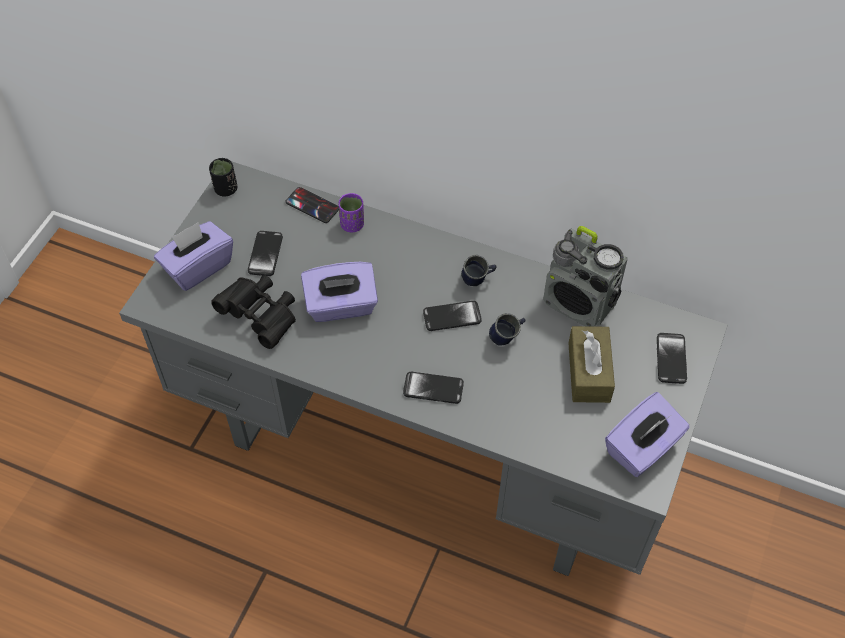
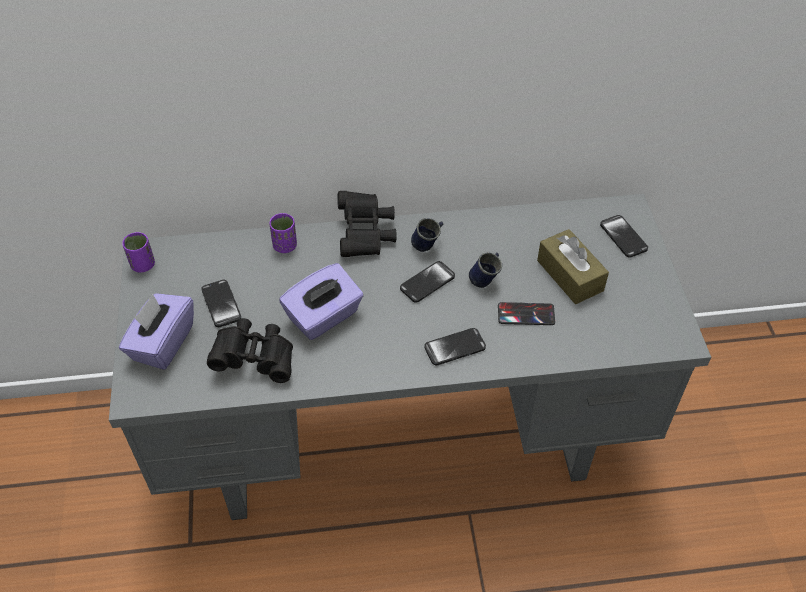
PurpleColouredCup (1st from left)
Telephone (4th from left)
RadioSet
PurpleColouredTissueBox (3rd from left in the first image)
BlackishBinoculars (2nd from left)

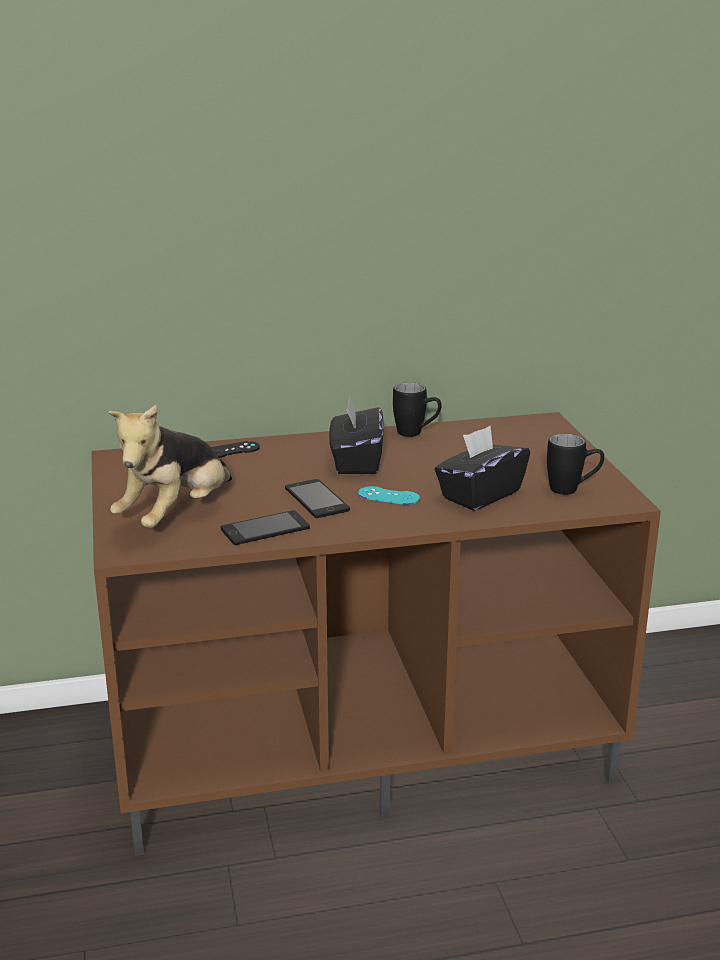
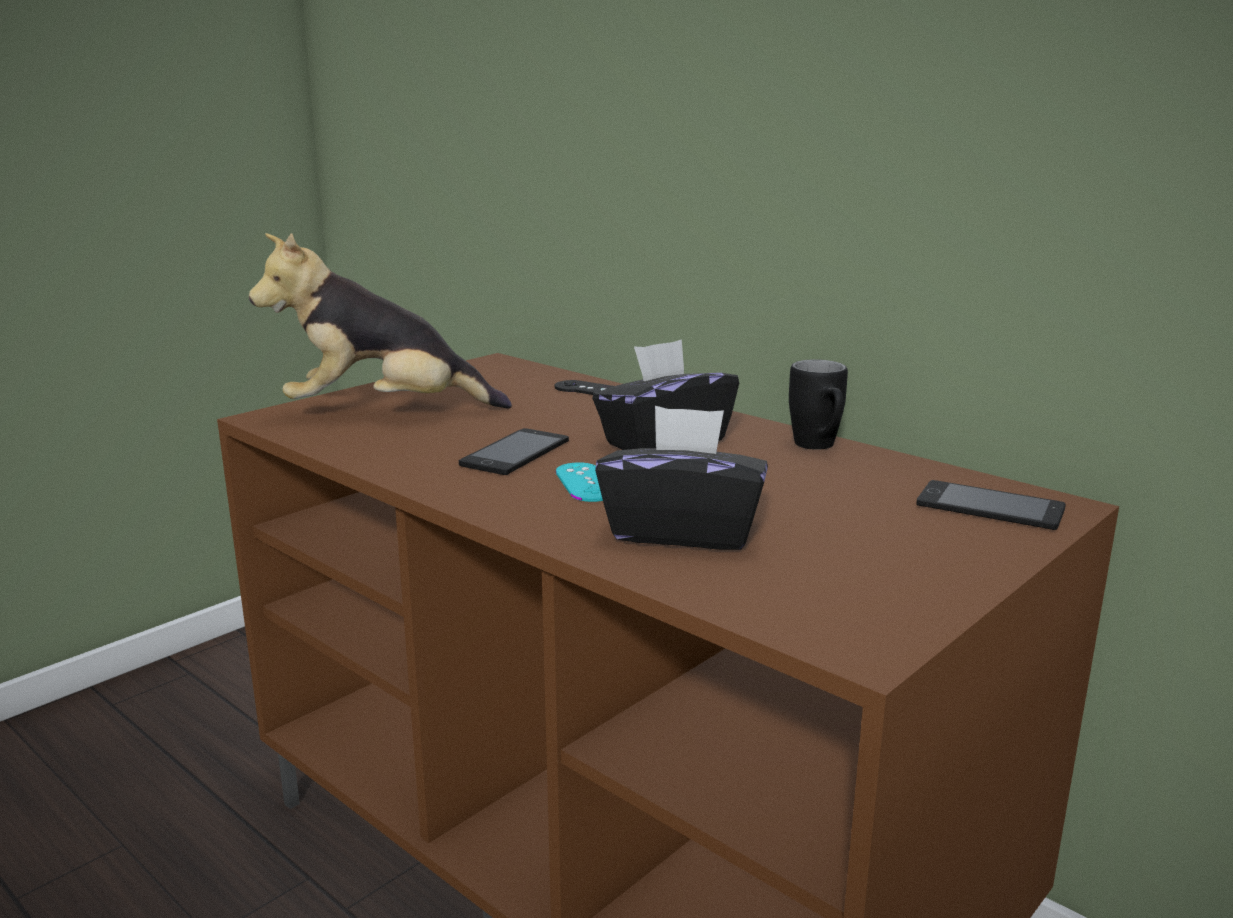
Telephone (2nd from left)
BlackishTeaMug (2nd from left in the first image)

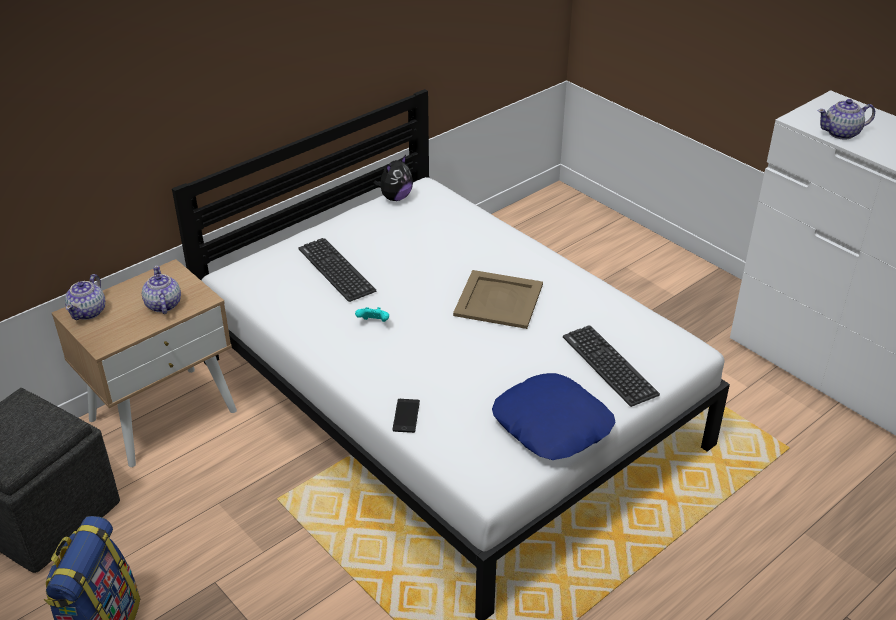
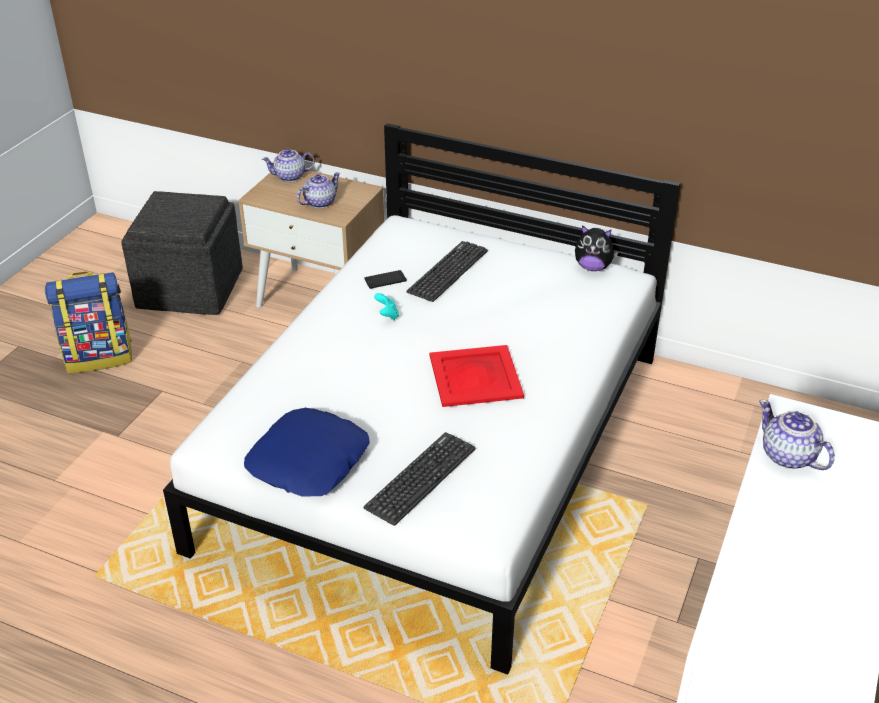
Telephone
RedServingTray

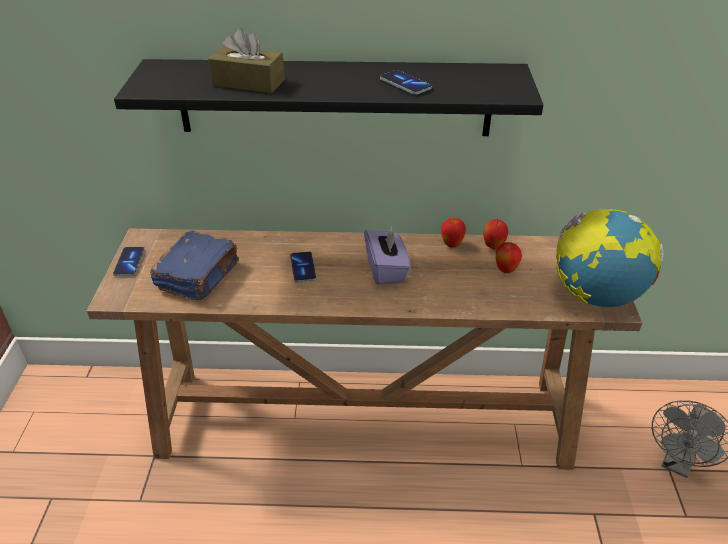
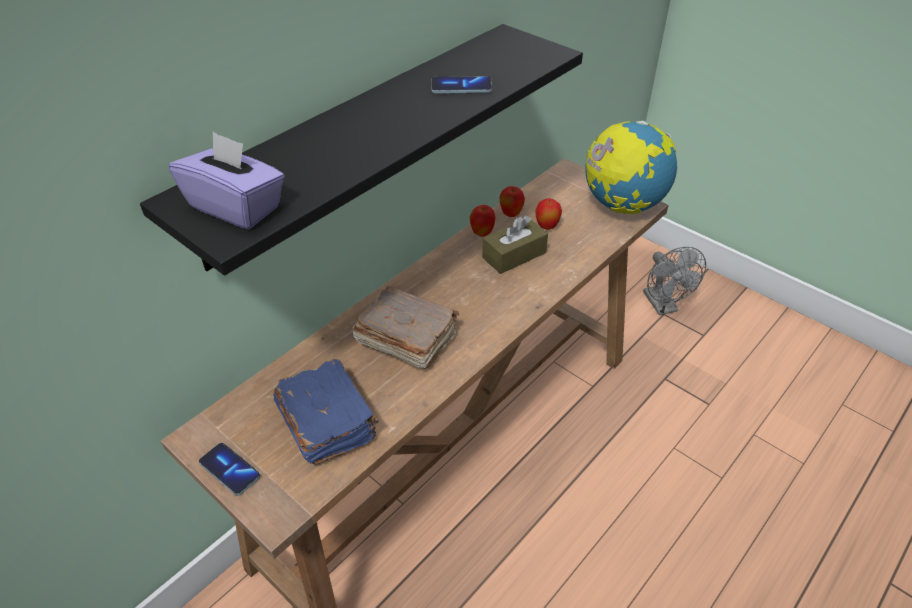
BrownColouredTissueBox
BrownColouredBook
PurpleColouredTissueBox

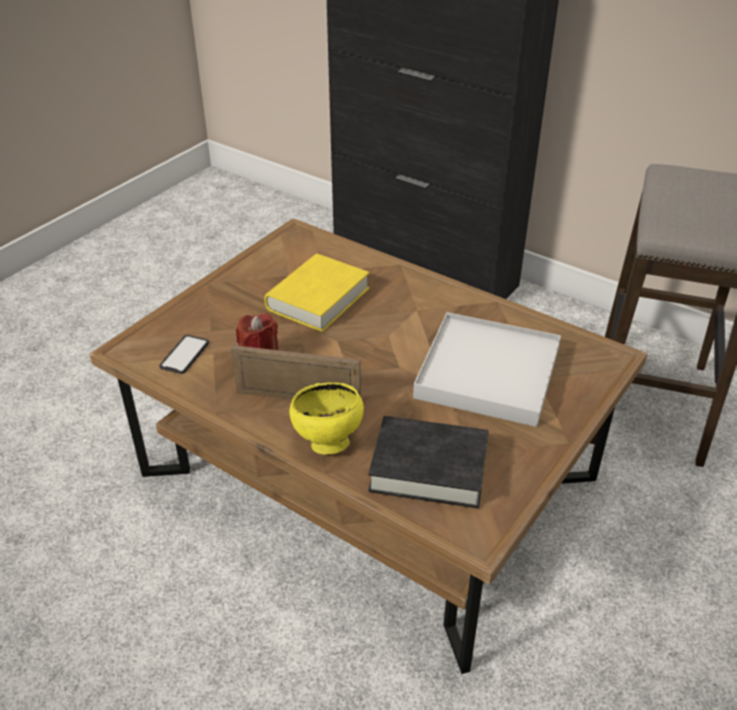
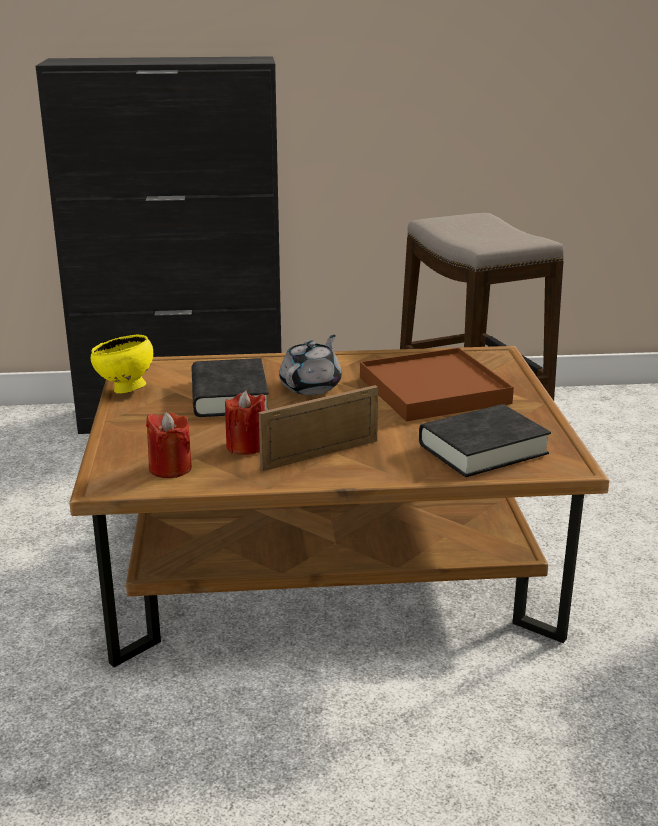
RedWaxLight (1st from left)
BlackishBook (1st from left)
YellowColouredDeepDish
BrownColouredServingTray
GreyPotForTea

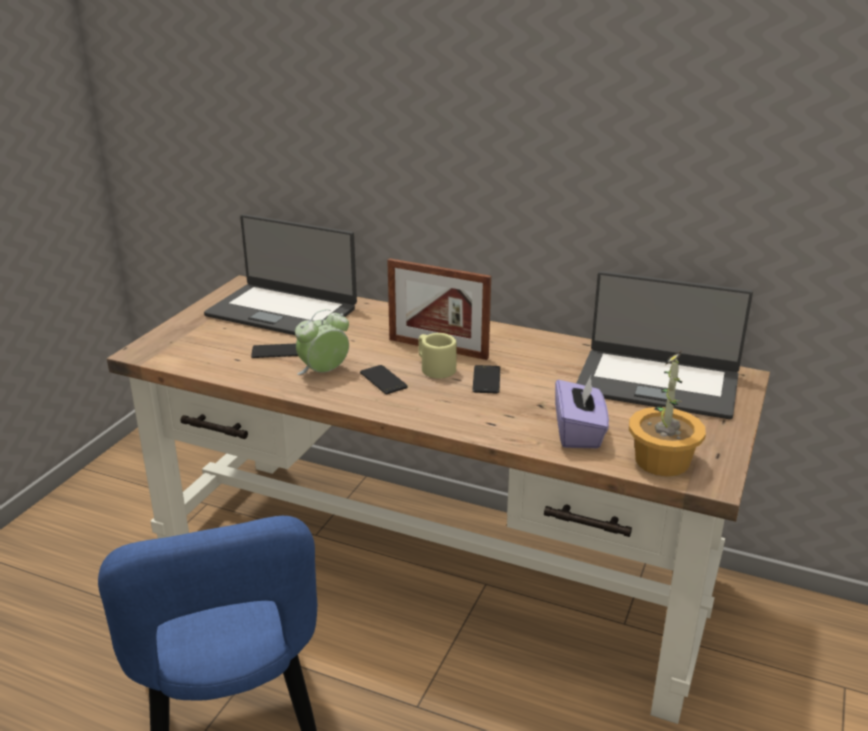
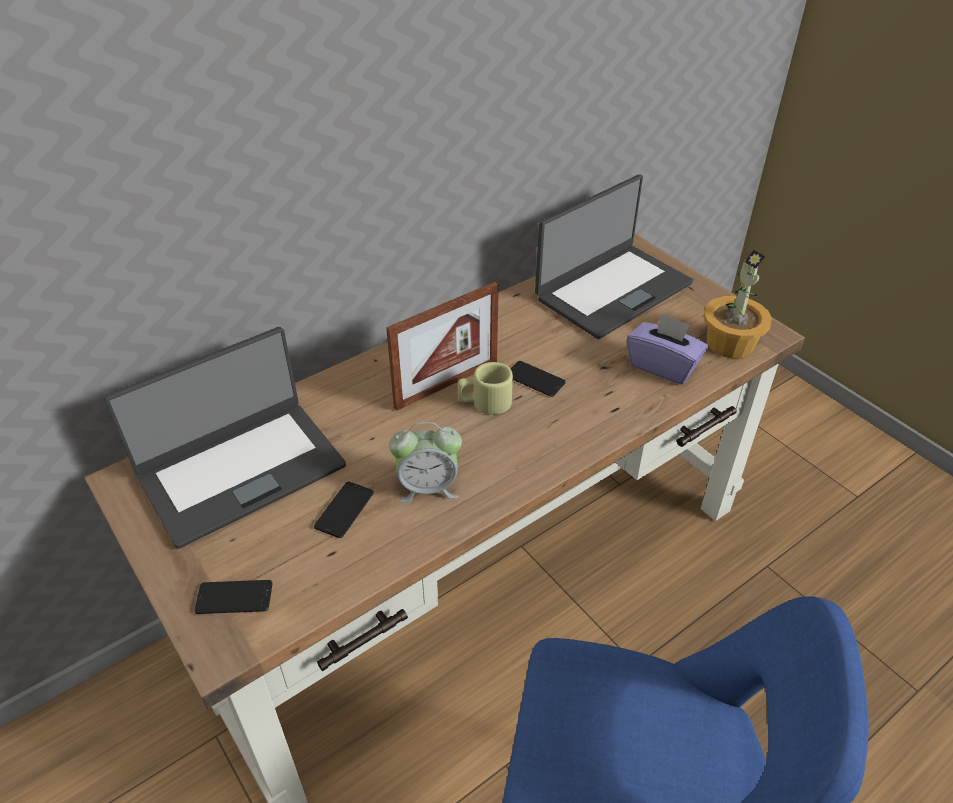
BedsideClock
Telephone (1st from left)

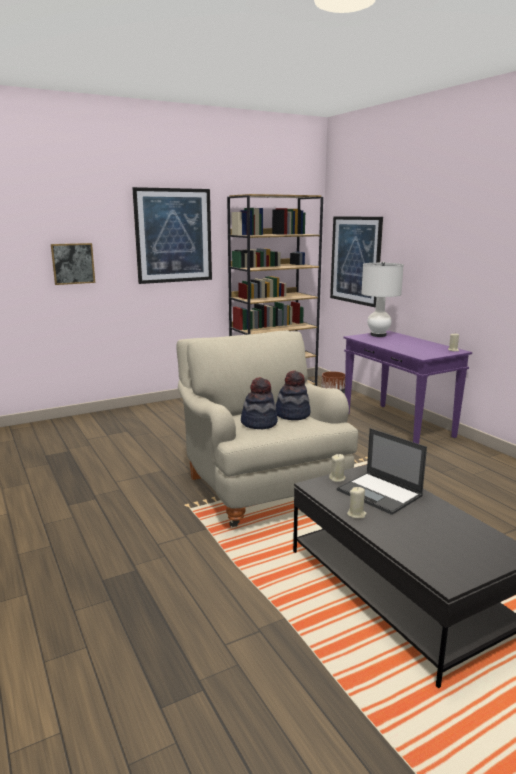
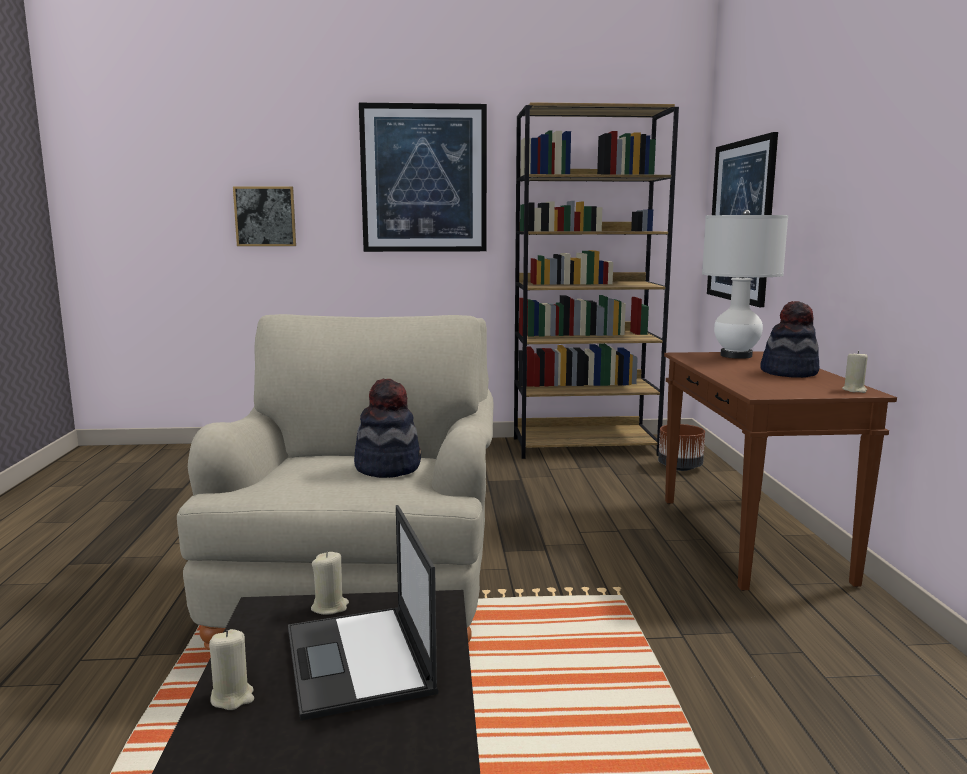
WearableHat (2nd from left)
BrownColouredHallTable

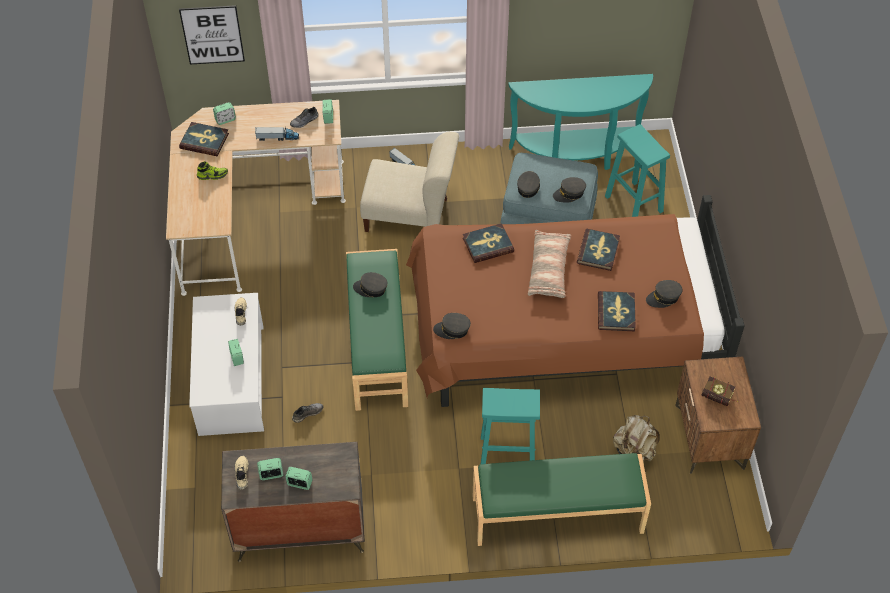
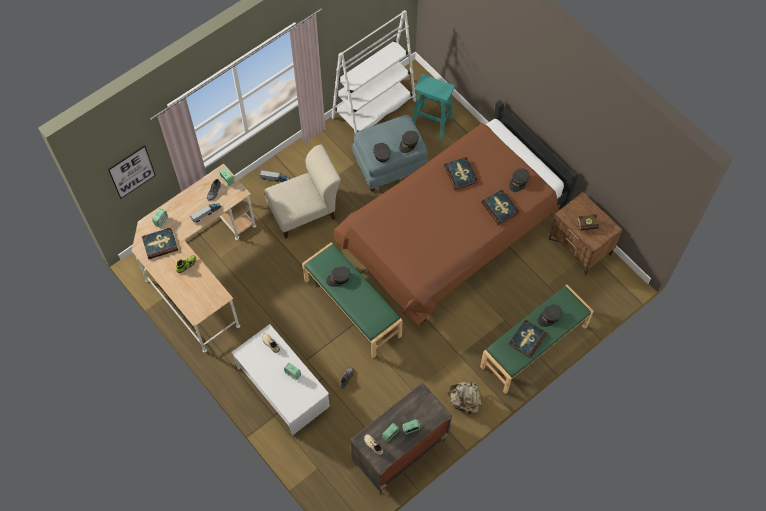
GreyBaseballCap (5th from left)
Book (4th from left)
TurquoiseStoolSeat (1st from left in the first image)
WhiteColouredBookcase
Pillow
BeigeBackpack

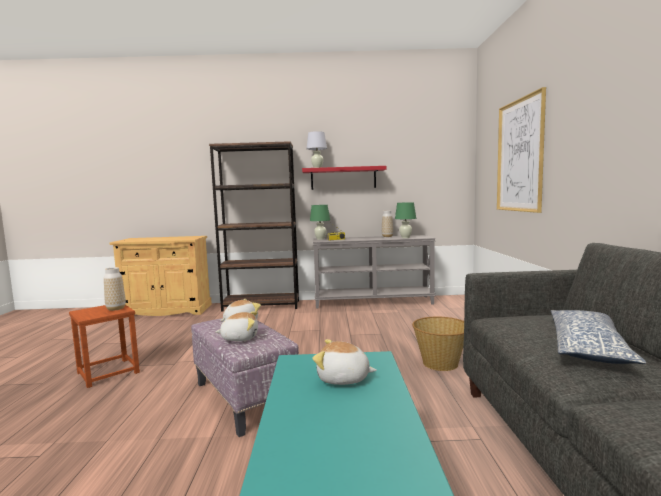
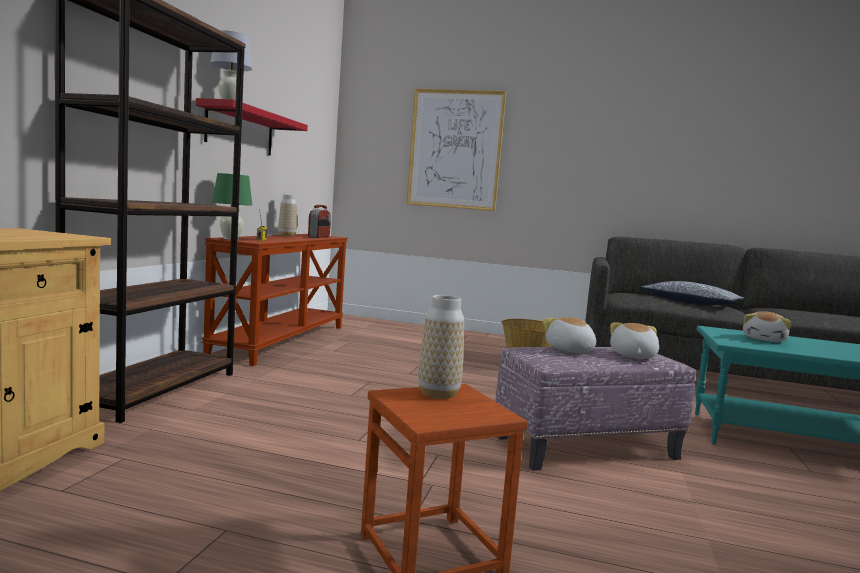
BrownColouredHallTable
RadioSet (2nd from left)

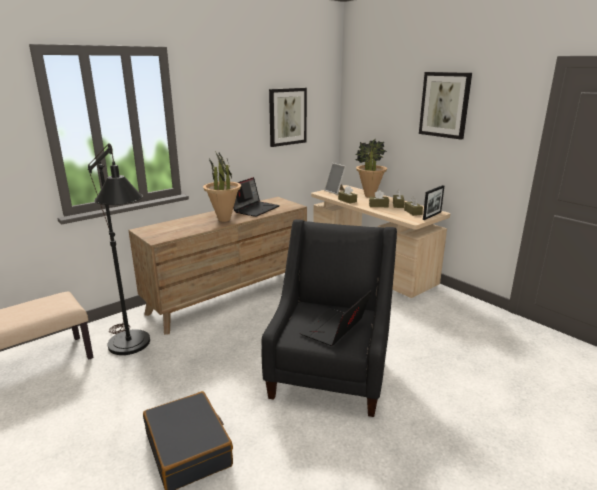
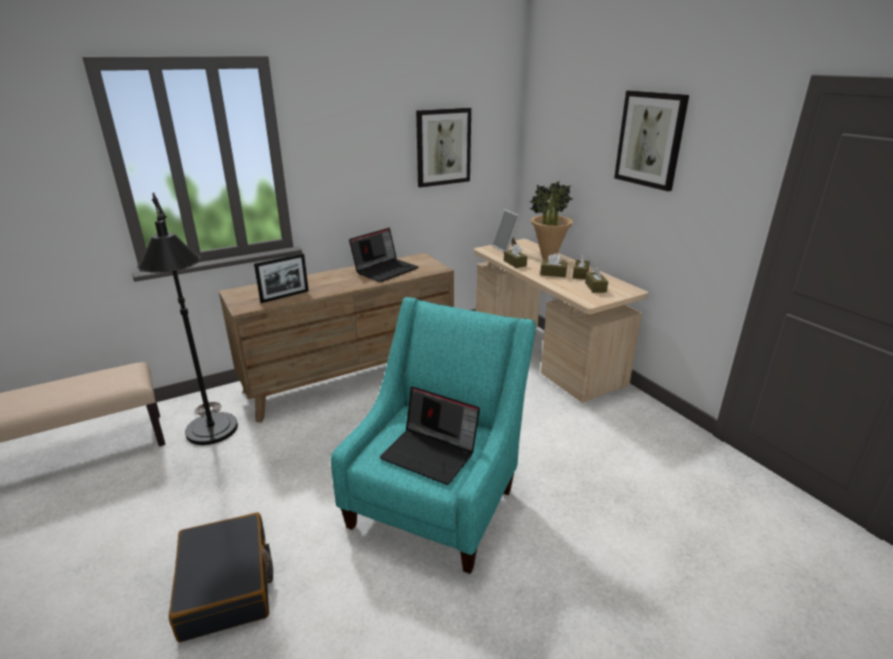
Houseplant (1st from left in the first image)
TurquoiseLoungeChair
NotebookComputer (2nd from left)
PhotoFrame (1st from left)

